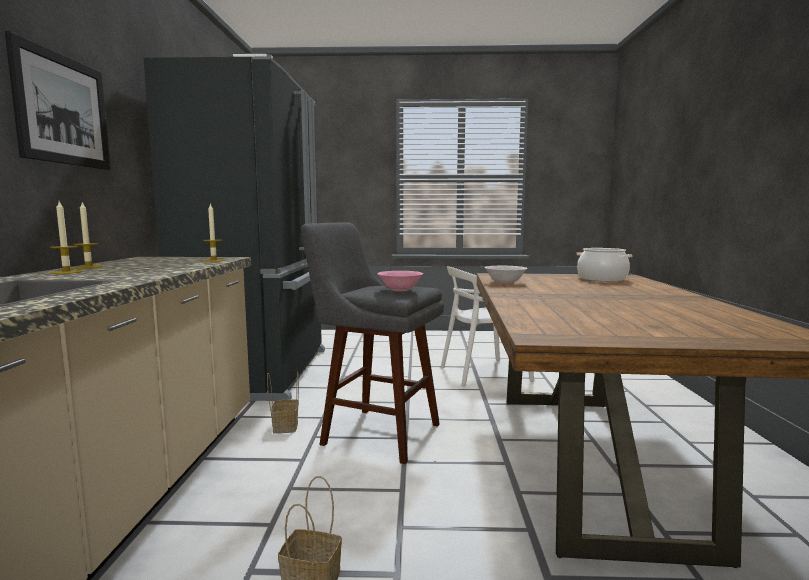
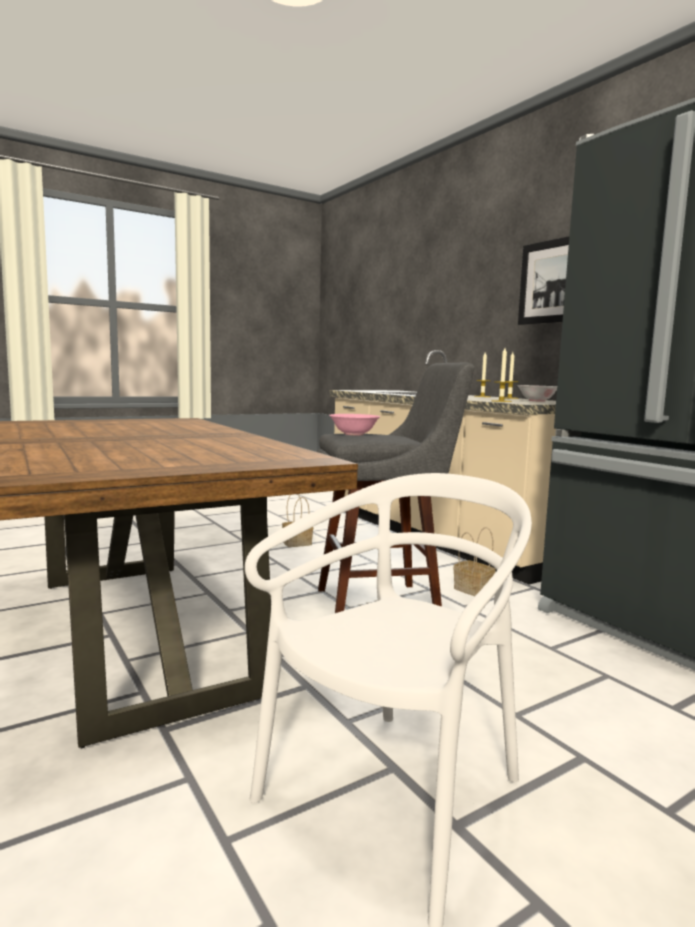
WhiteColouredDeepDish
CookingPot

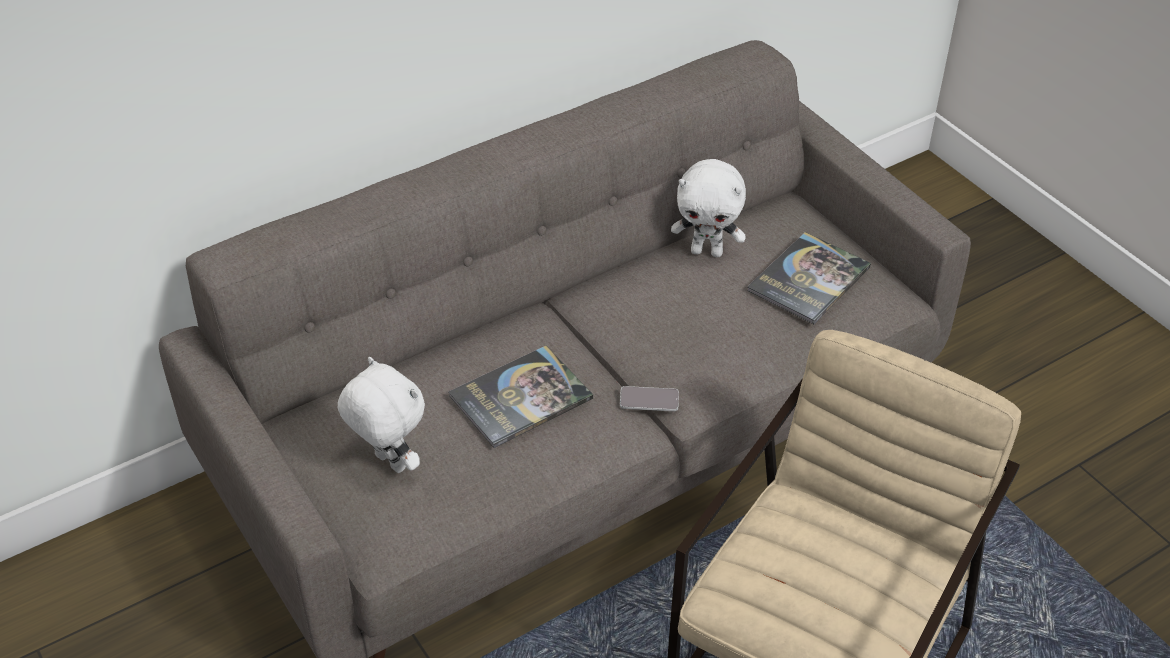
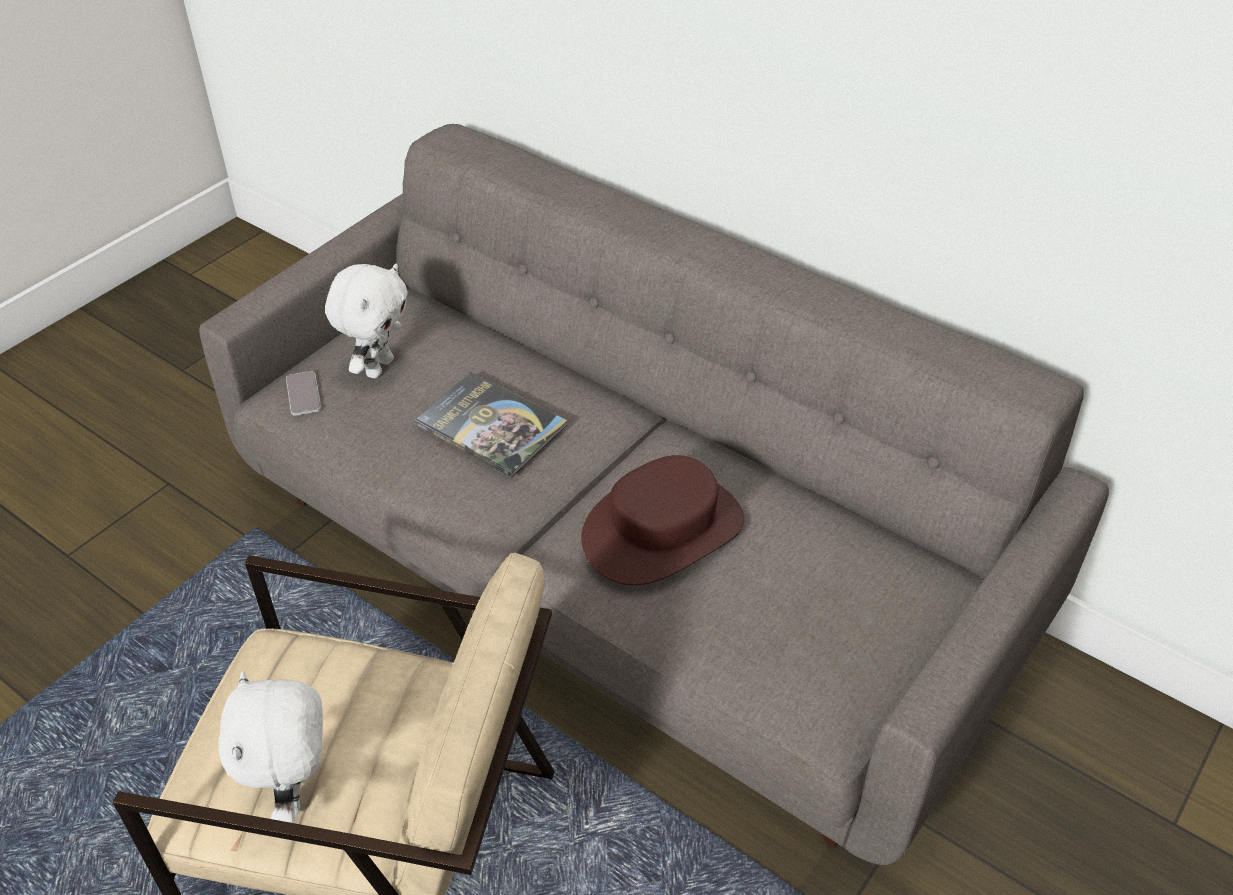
Telephone
WhiteColouredPlushToy (1st from left)
Book (2nd from left in the first image)
BrownColouredWearableHat

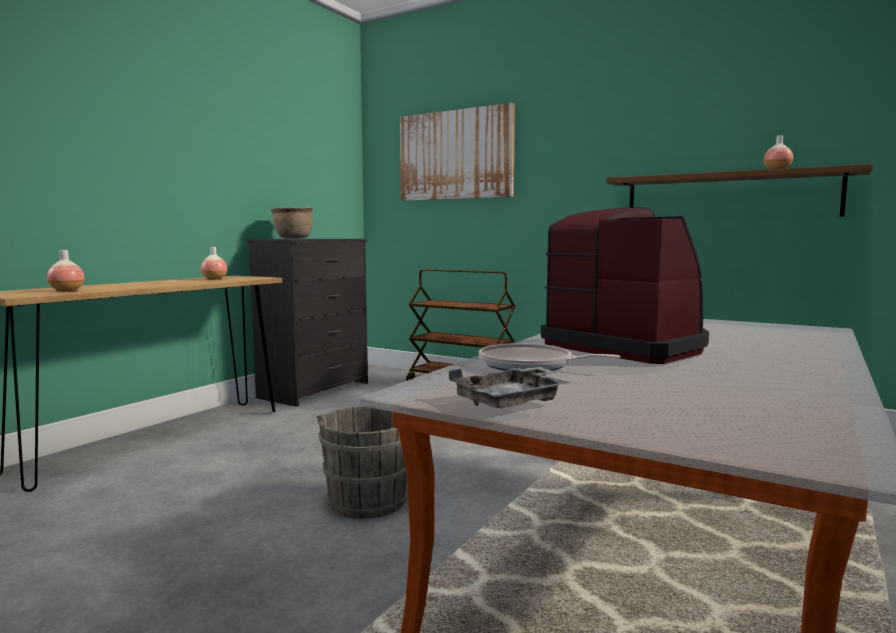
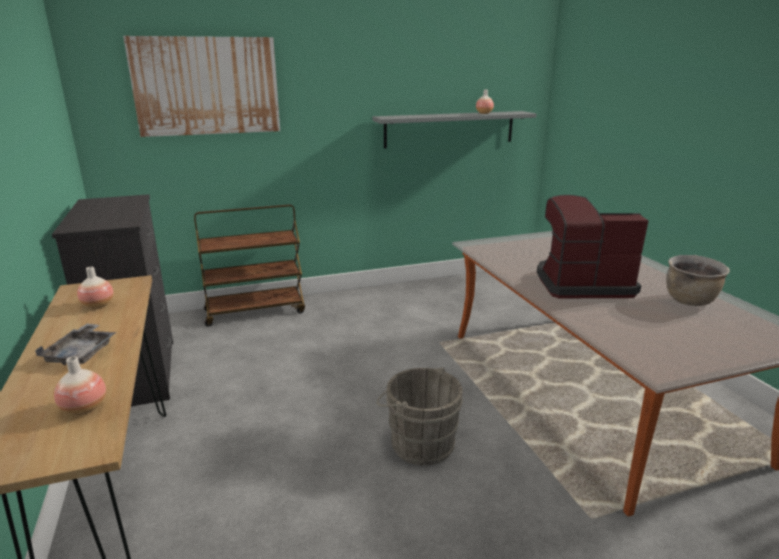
BrownColouredCookingPot
GreyServingTray
Skillet
GreyBracketShelf

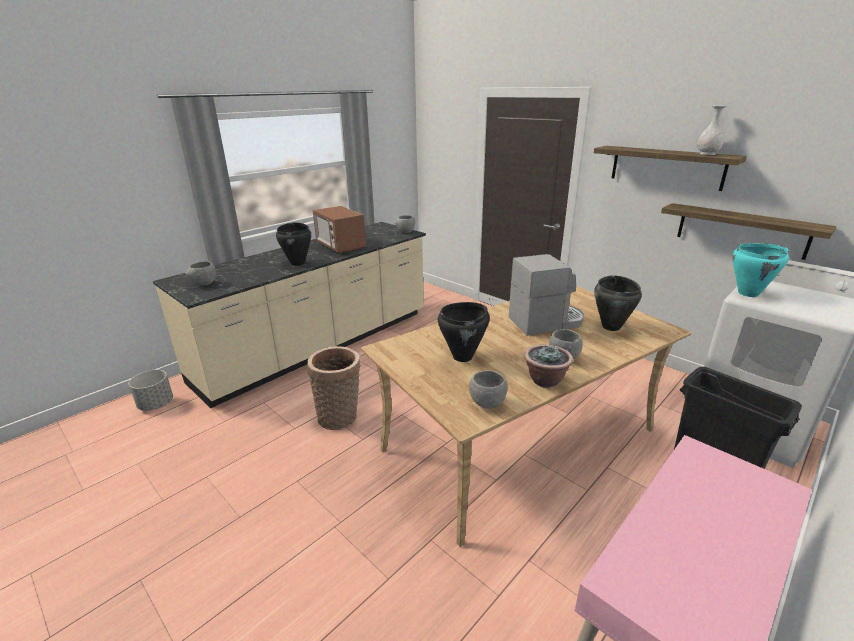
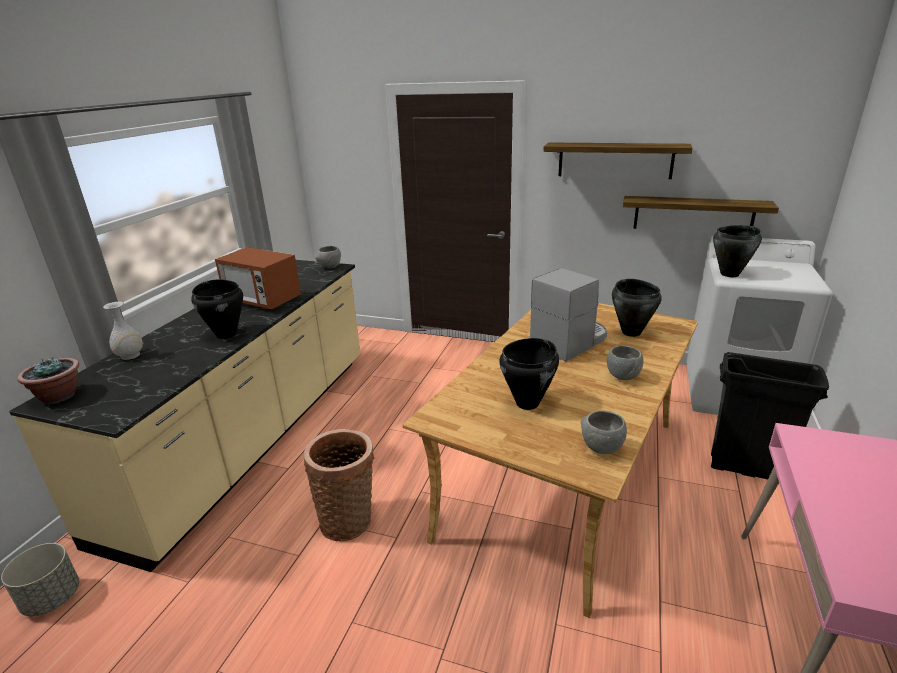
GreyDeepDish (1st from left in the first image)
Houseplant
WhiteColouredDecorativeVase
BlackishCookingPot (4th from left)

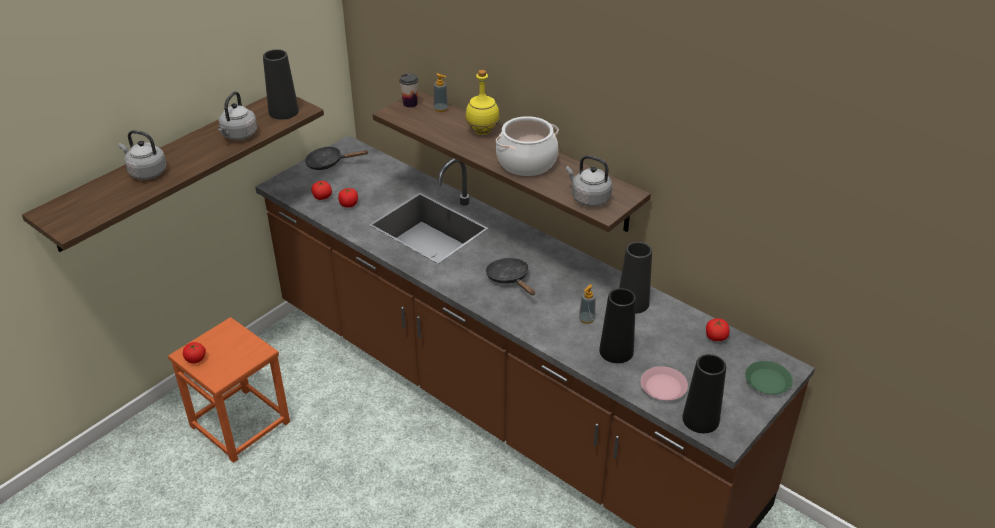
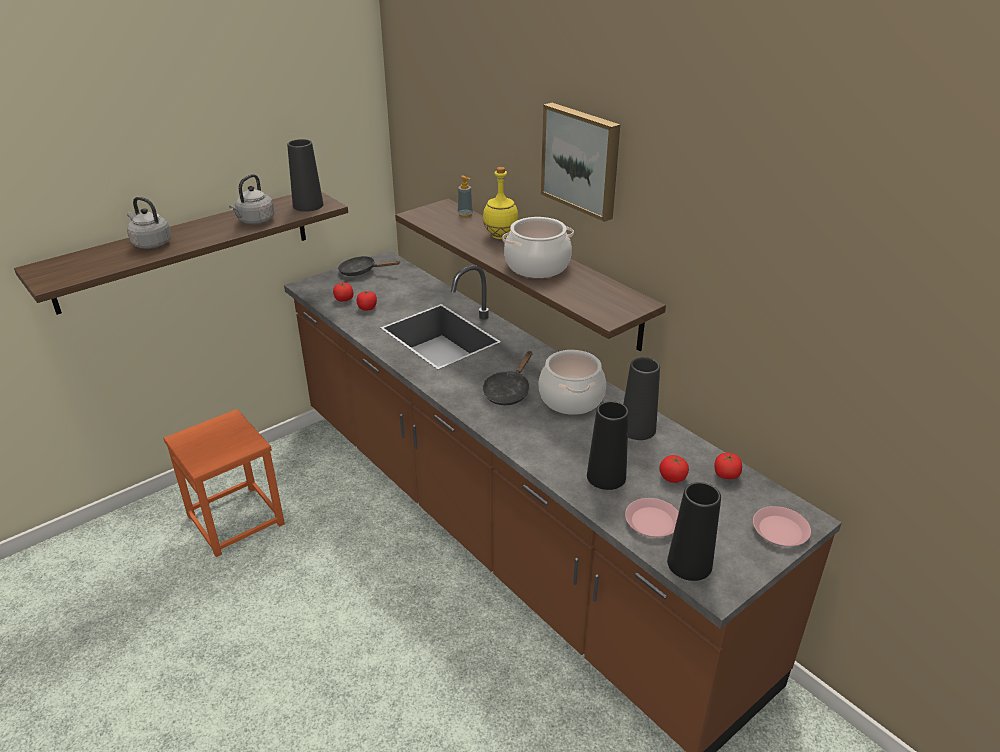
FreshTomato (3rd from left)
Cup
BlackishSkillet (2nd from left)
GreyKettle (3rd from left in the first image)
LiquidSoapBottle (2nd from left in the first image)
PinkDinnerPlate (2nd from left)
CookingPot (2nd from left)
WallArt

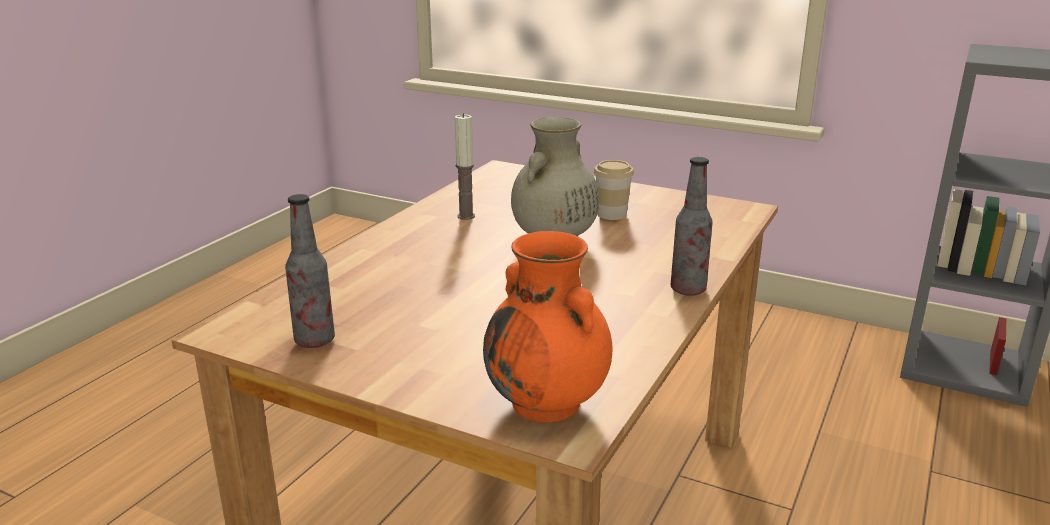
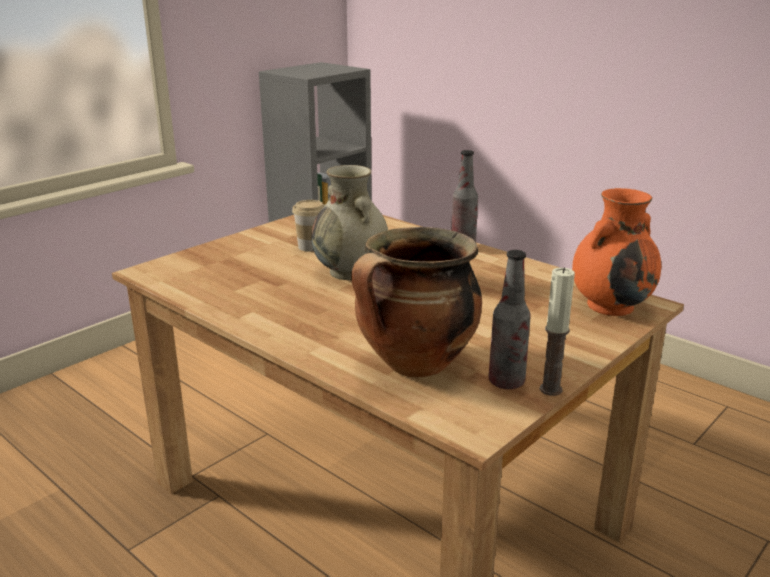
WaxLight
CookingPot

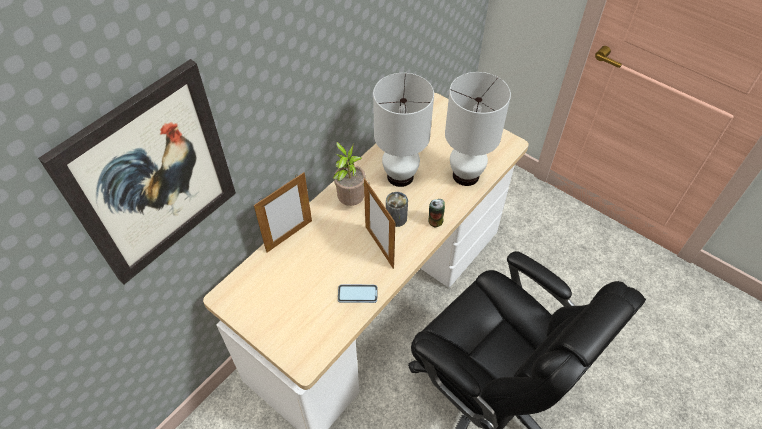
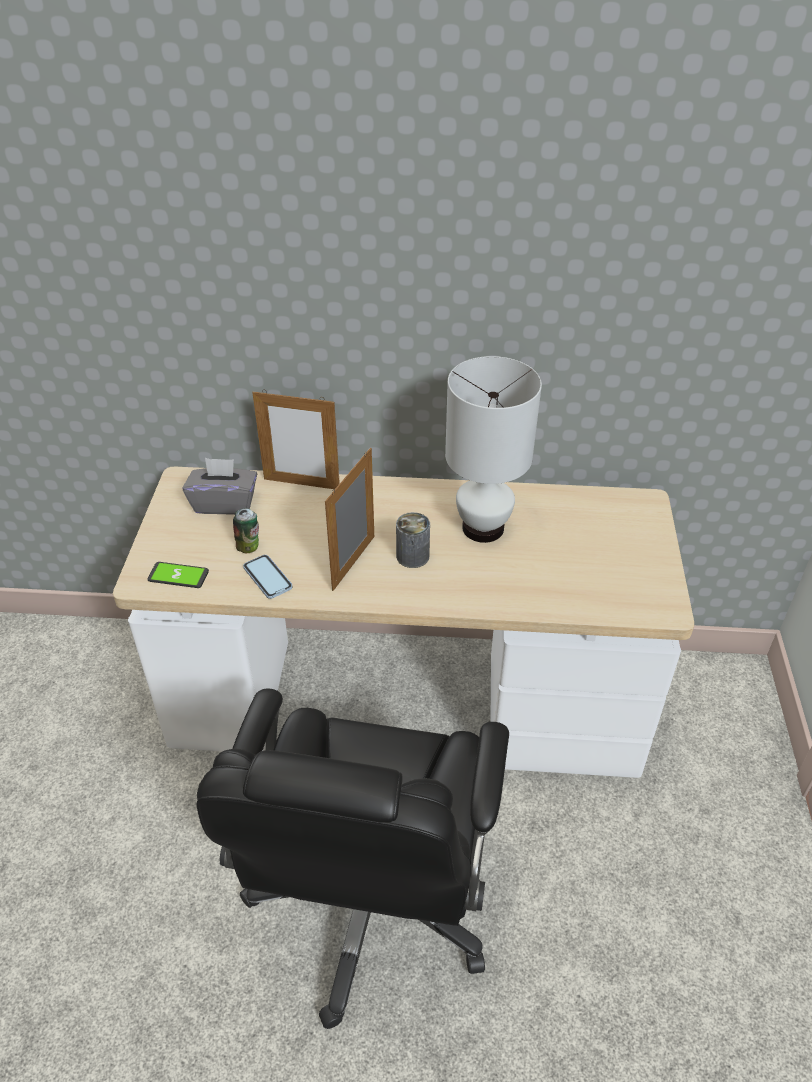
WallArt
Houseplant
Can (1st from left)
WhiteColouredLampForATable (2nd from left in the first image)
Telephone (1st from left)
GreyTissueBox

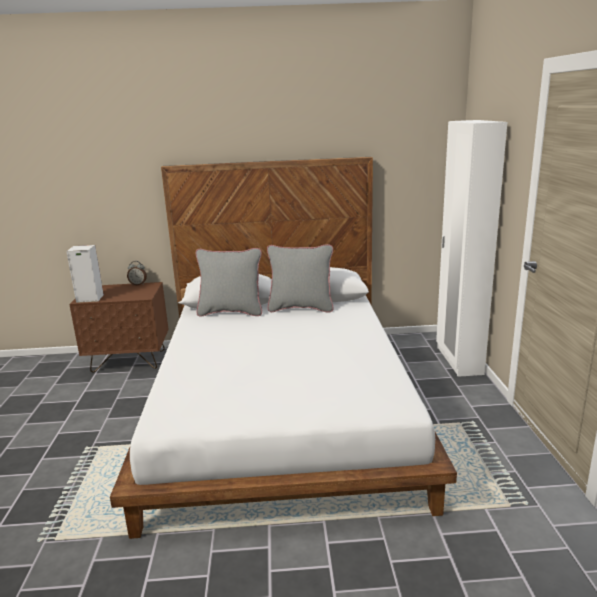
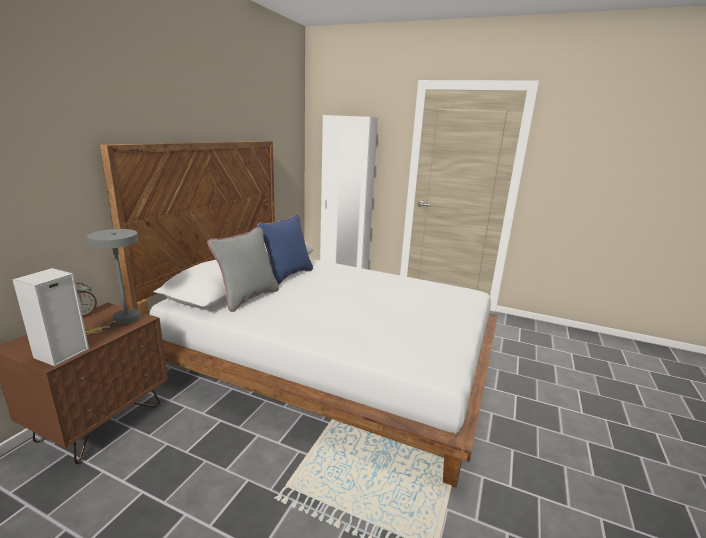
BlueColouredPillow
GreyLampForATable

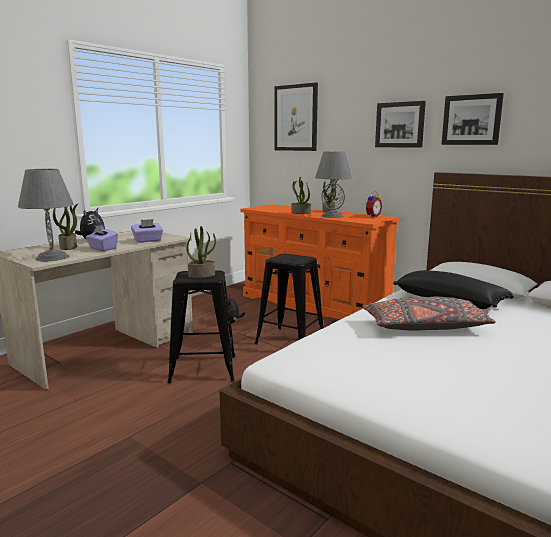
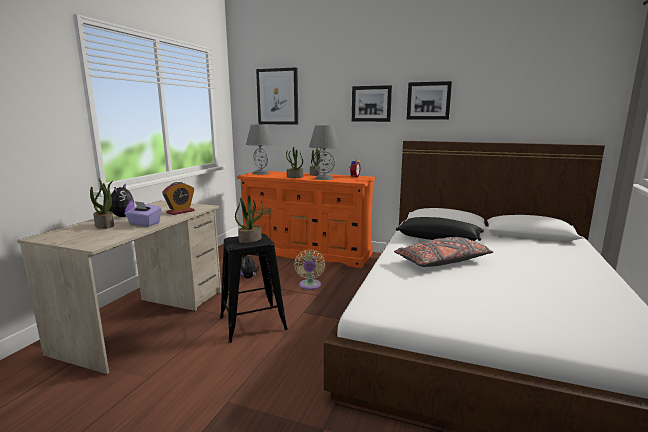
GreyLampForATable (1st from left)
BedsideClock (1st from left)
BeigeCoolingFan

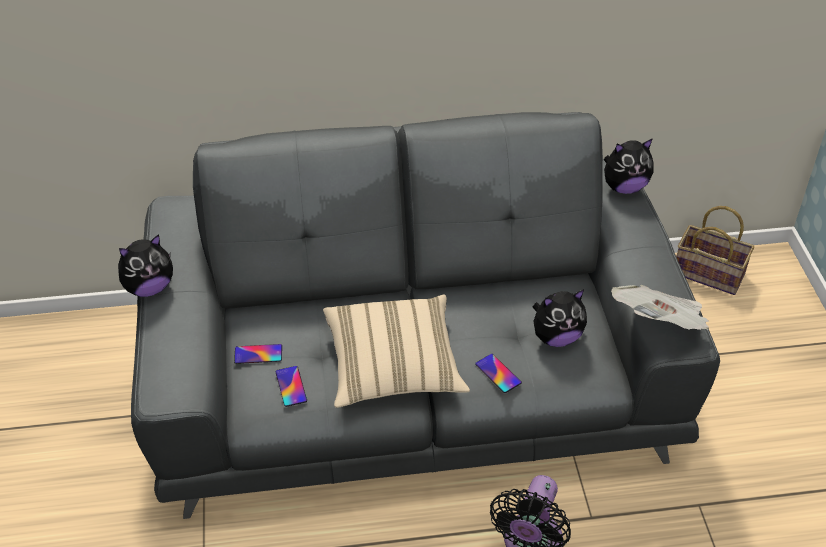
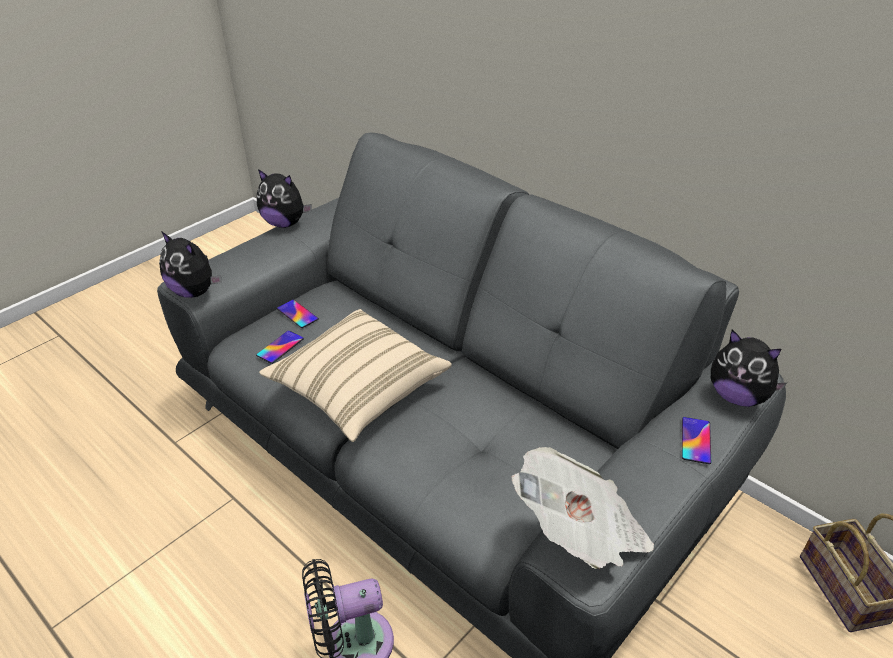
Telephone (3rd from left)
PlushToy (1st from left)

